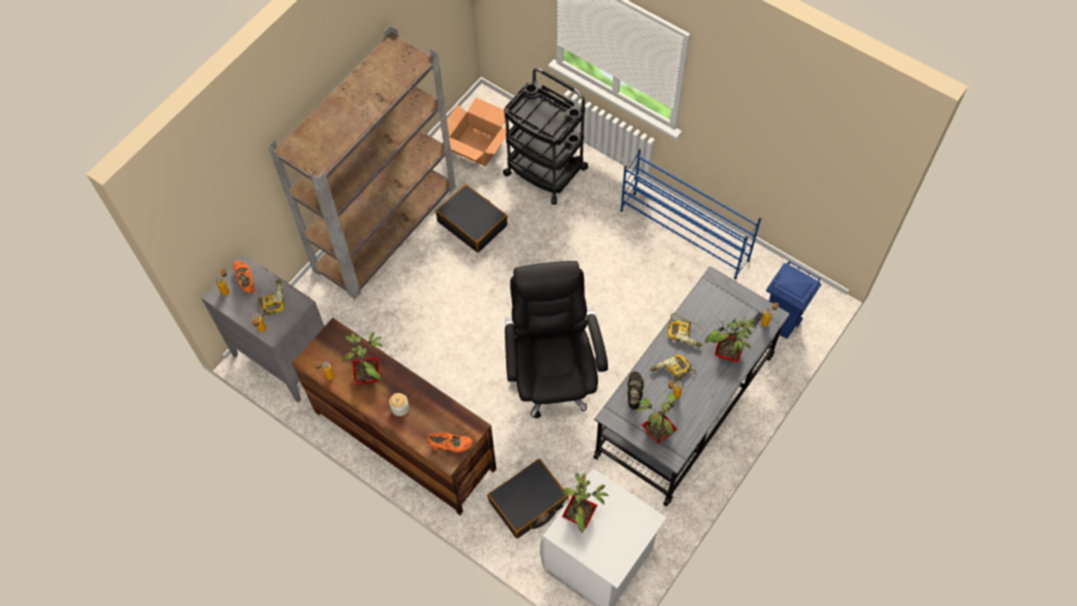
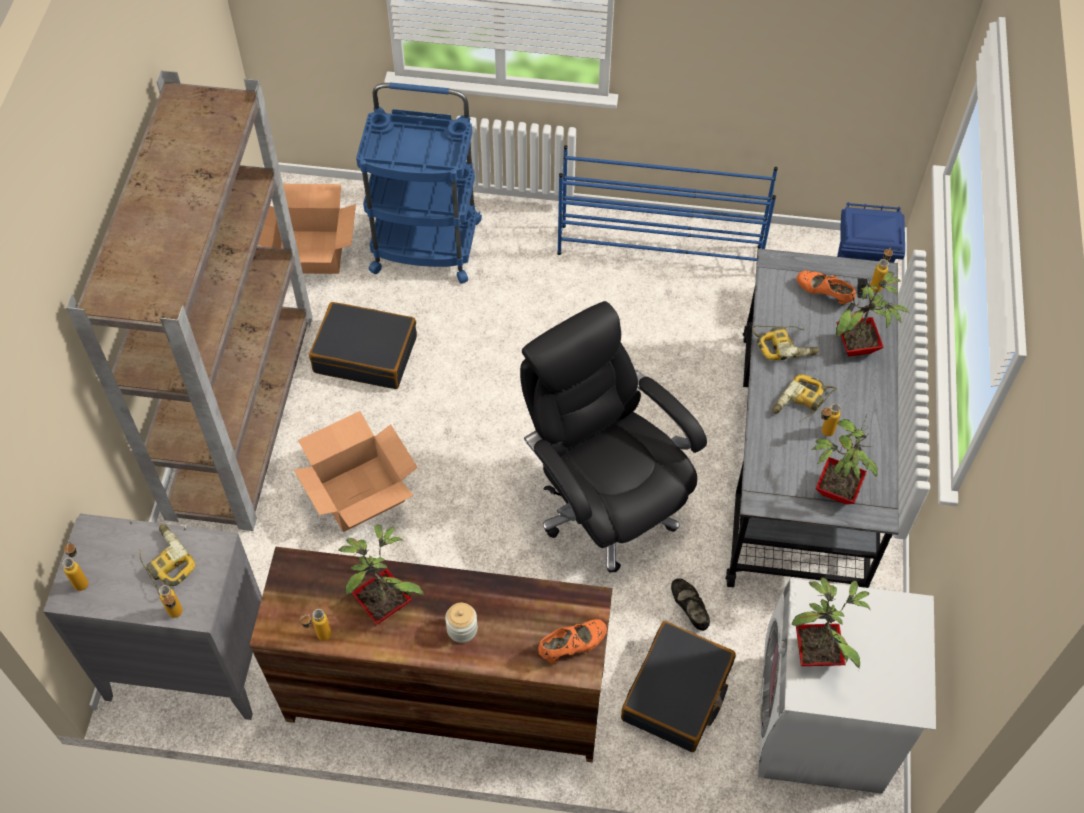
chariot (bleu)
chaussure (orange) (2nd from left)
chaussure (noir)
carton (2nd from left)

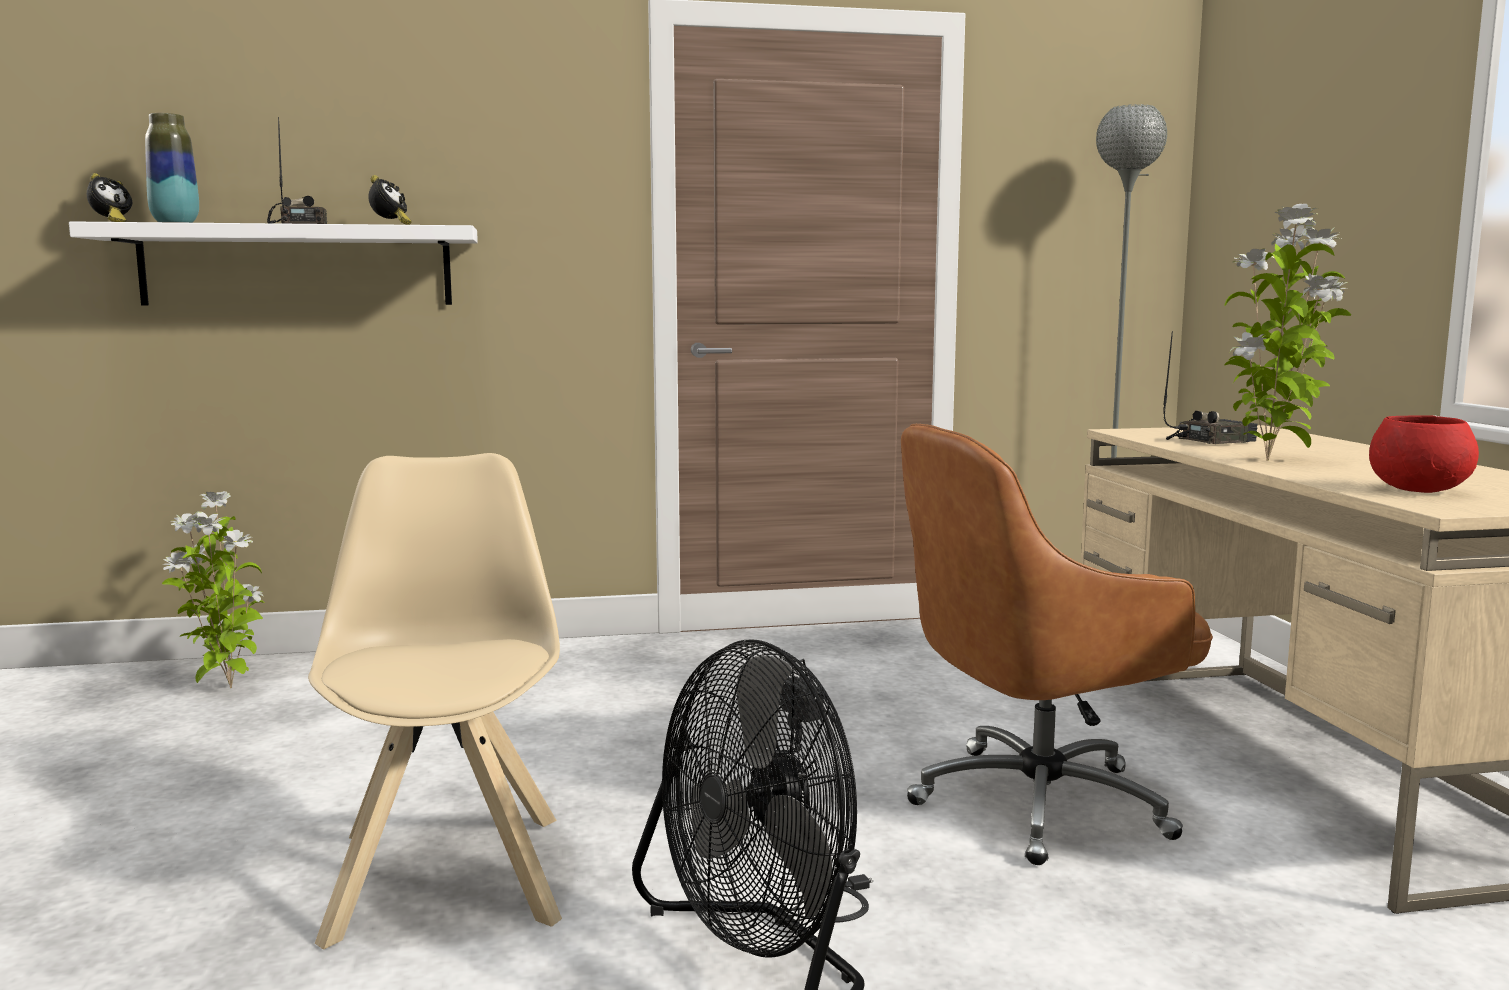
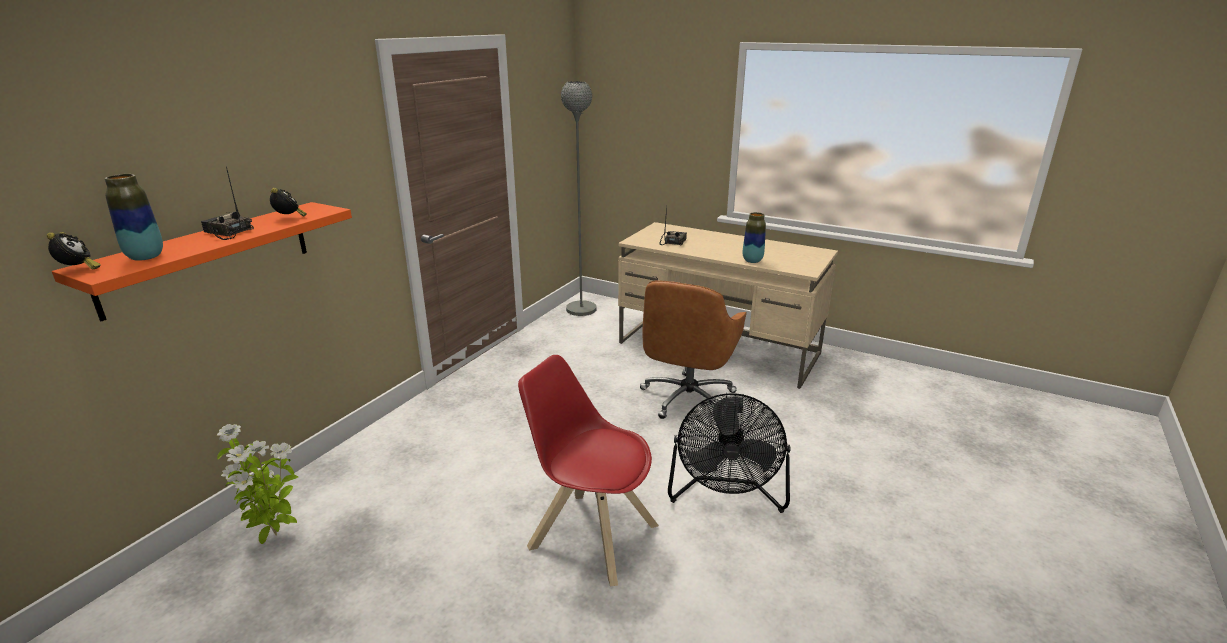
plante en pot (2nd from left in the first image)
étagère (orange)
bol (rouge)
chaise (rouge)
vase (2nd from left)

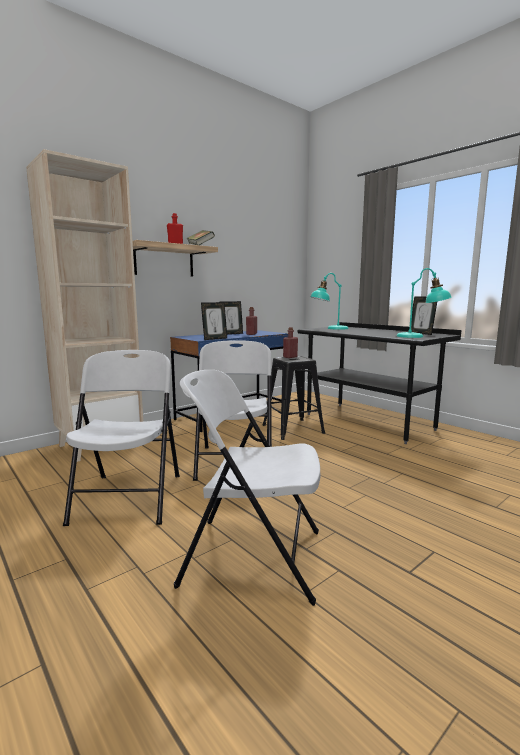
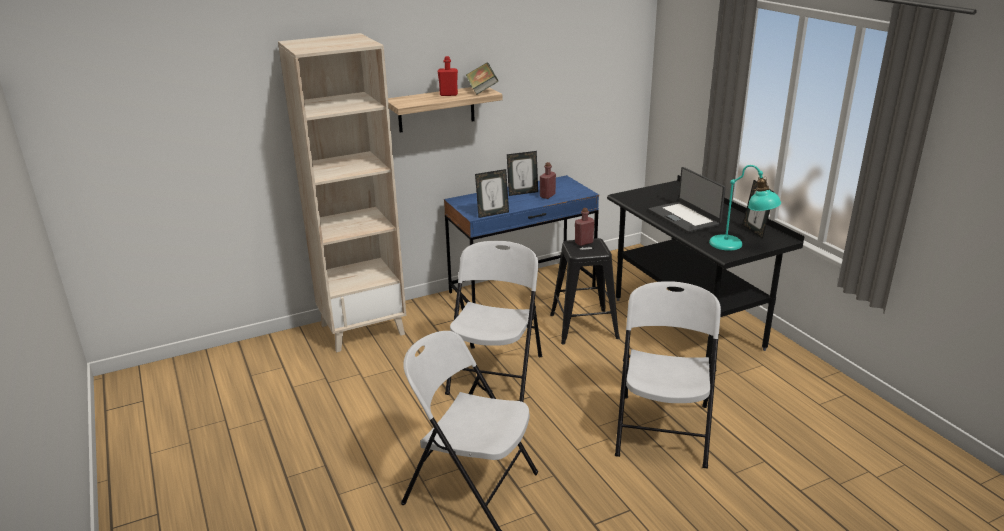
lampe de table (turquoise) (1st from left in the first image)
chaise (blanc) (3rd from left)
ordinateur portable

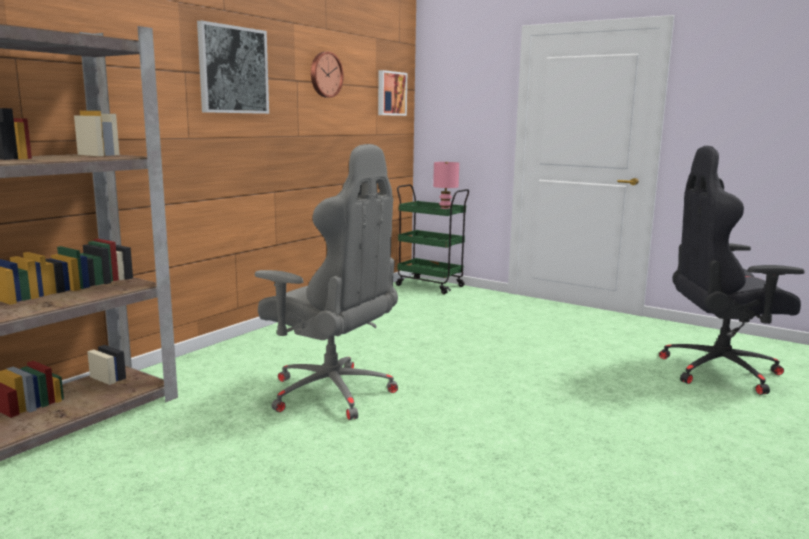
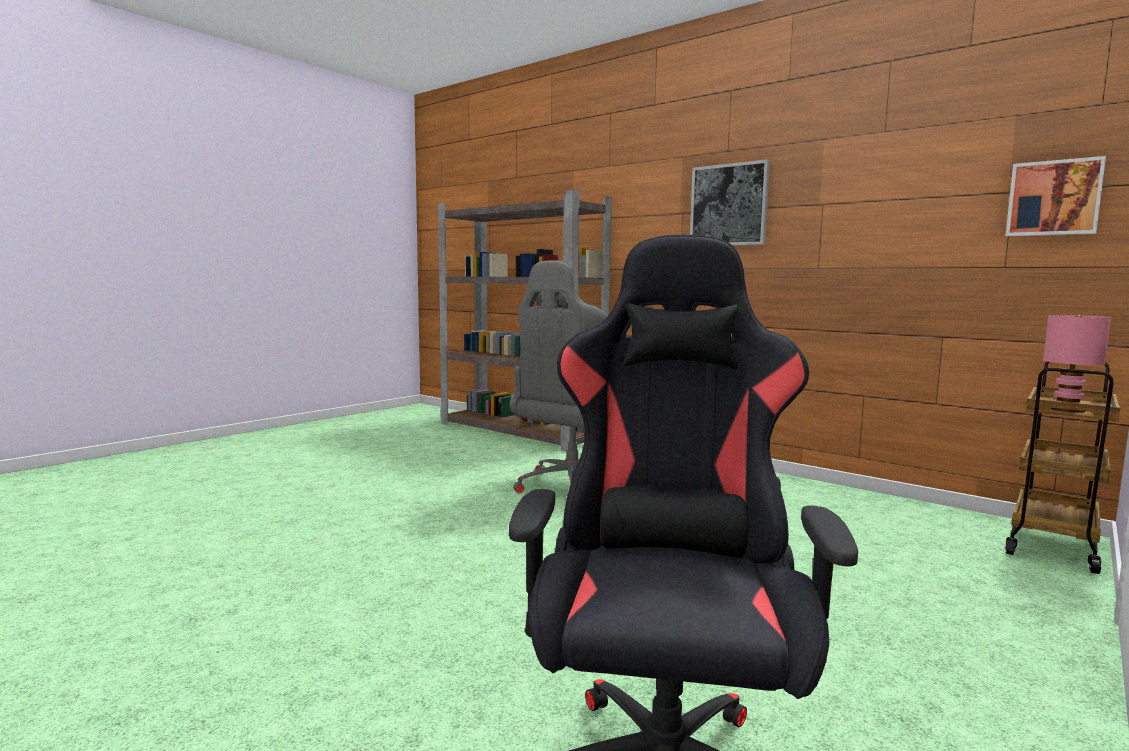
horloge murale
chariot (marron)

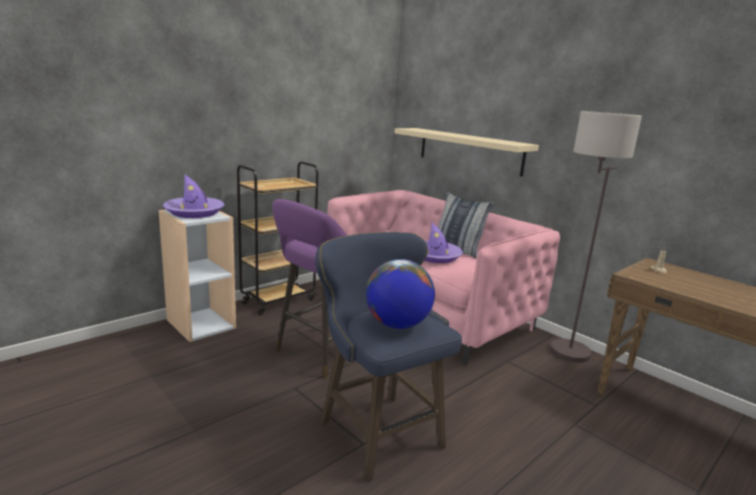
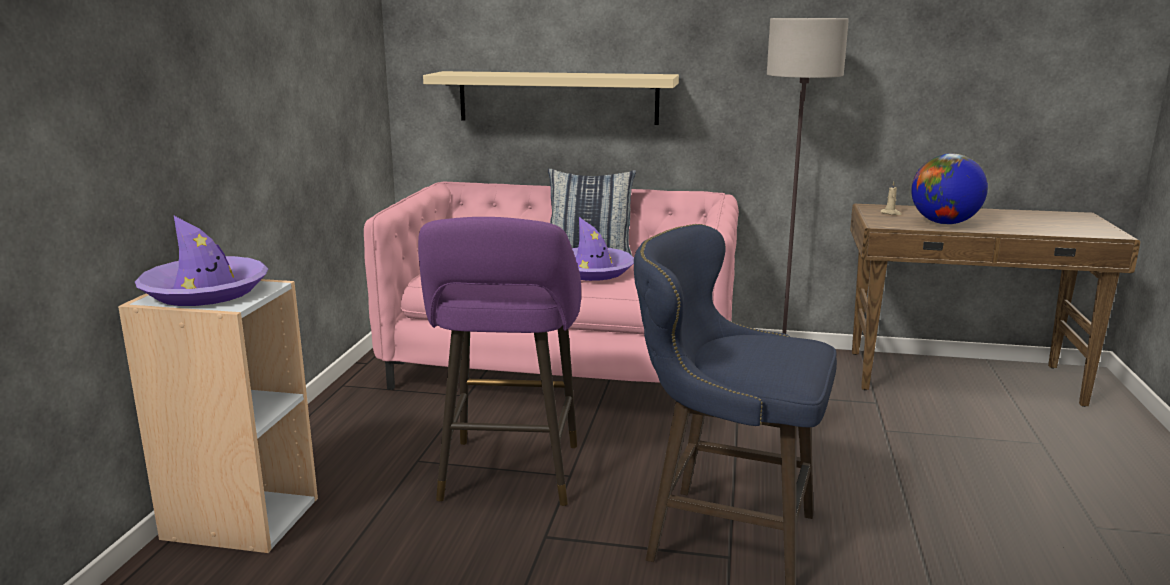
chariot (marron)
globe

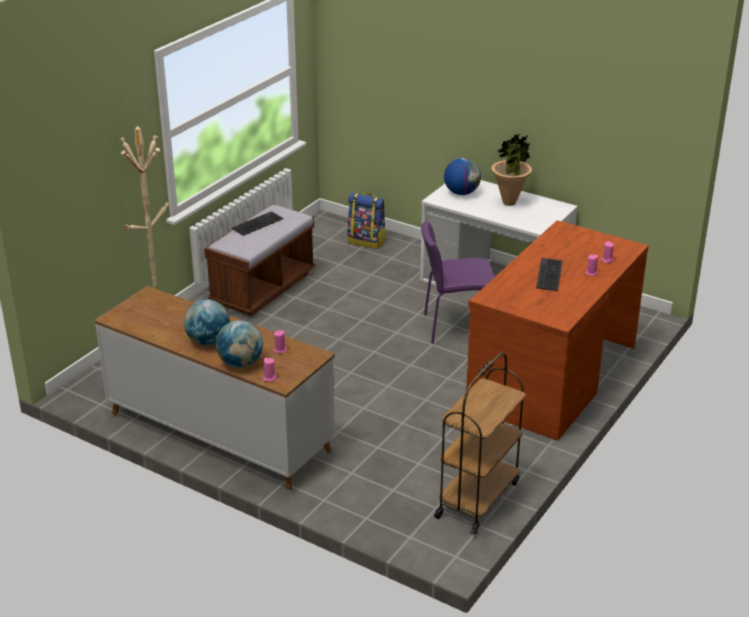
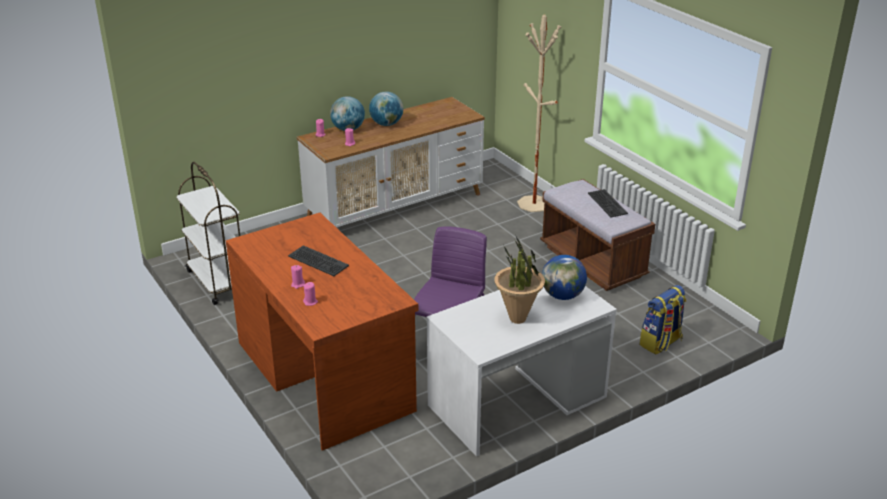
chariot (blanc)

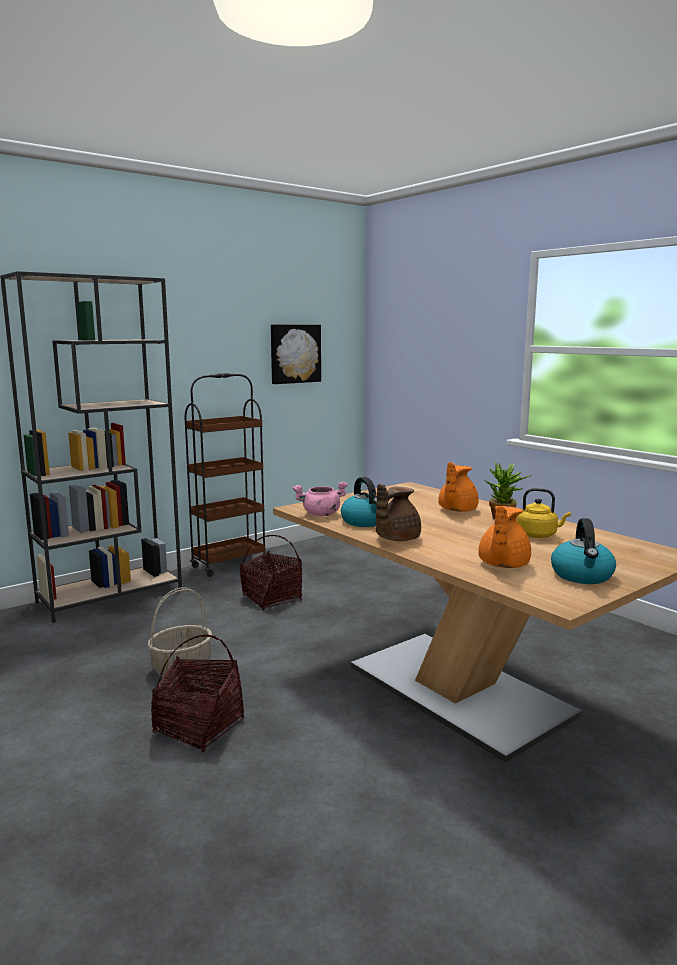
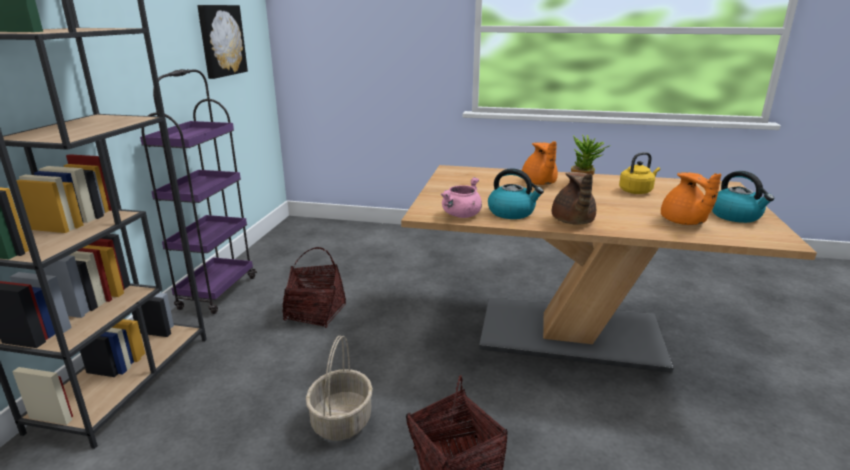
chariot (violet)

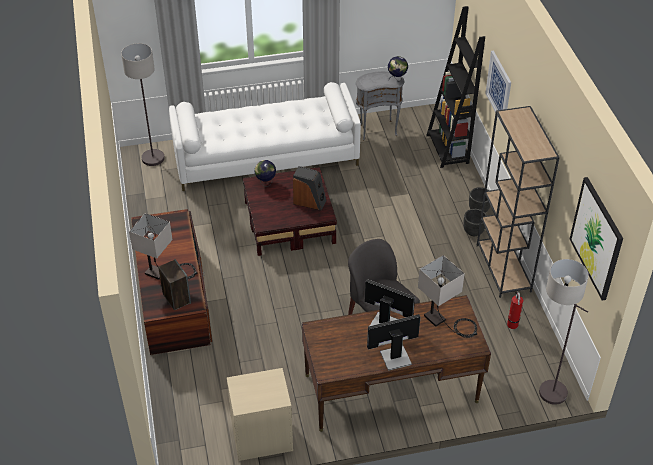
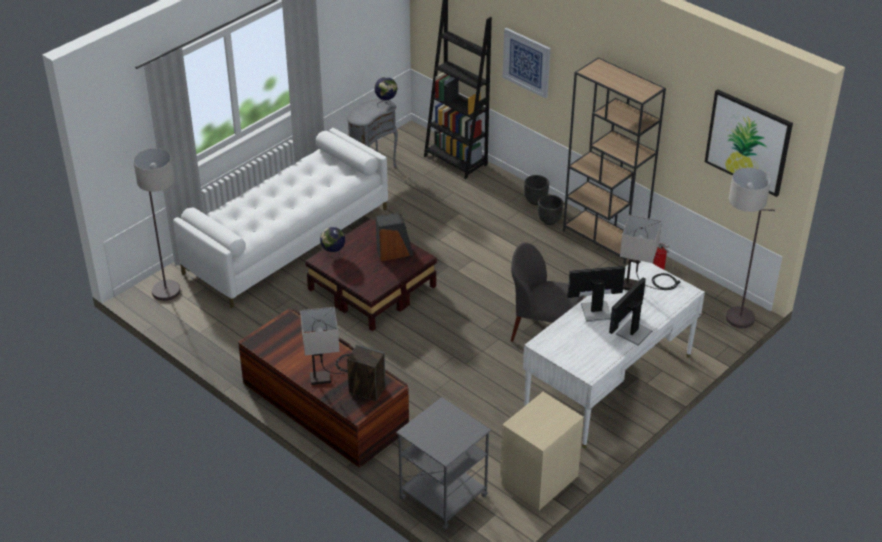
bureau (blanc)
chariot (gris)

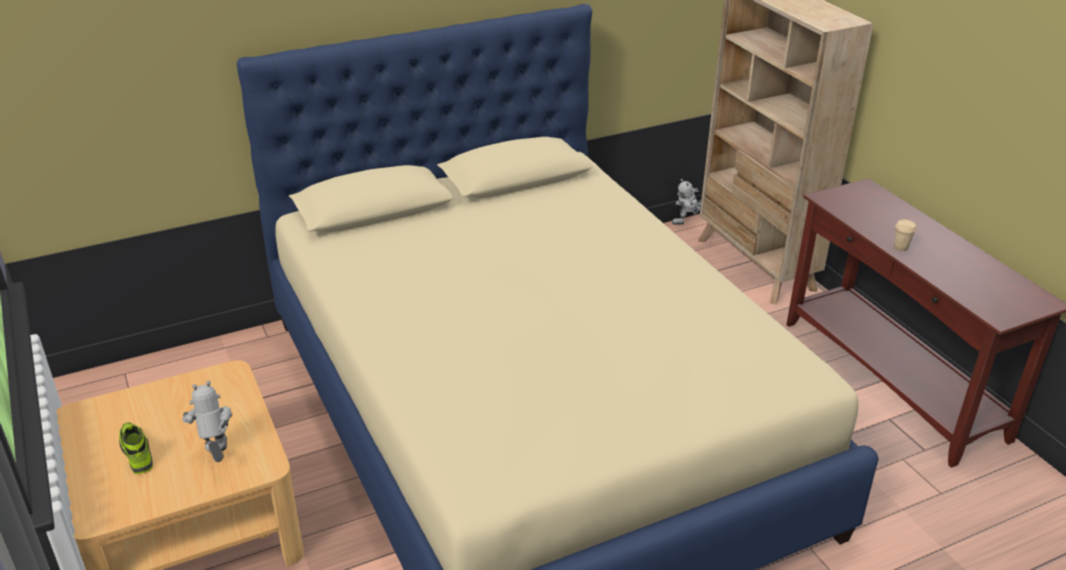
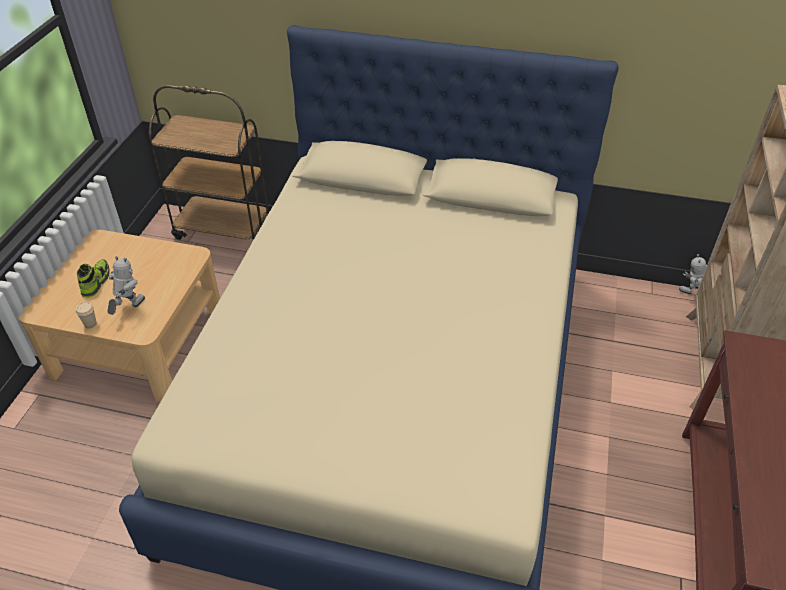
tasse (beige)
chariot (marron)

